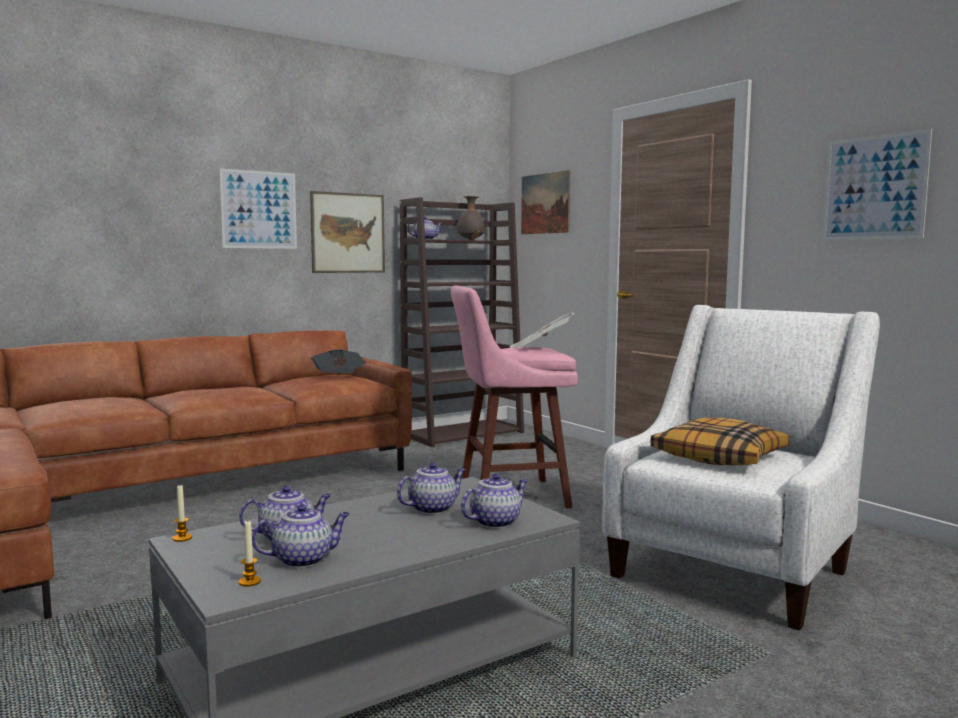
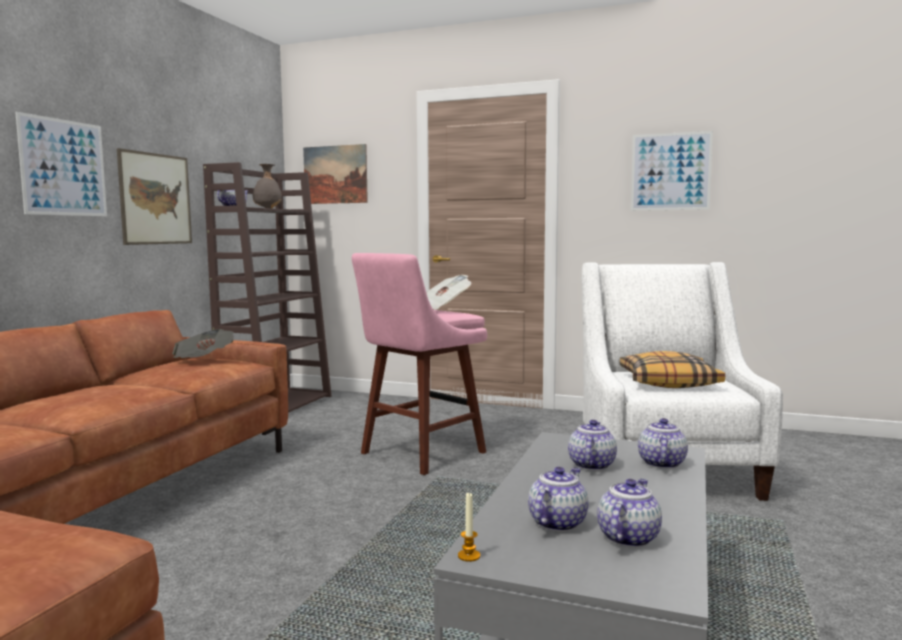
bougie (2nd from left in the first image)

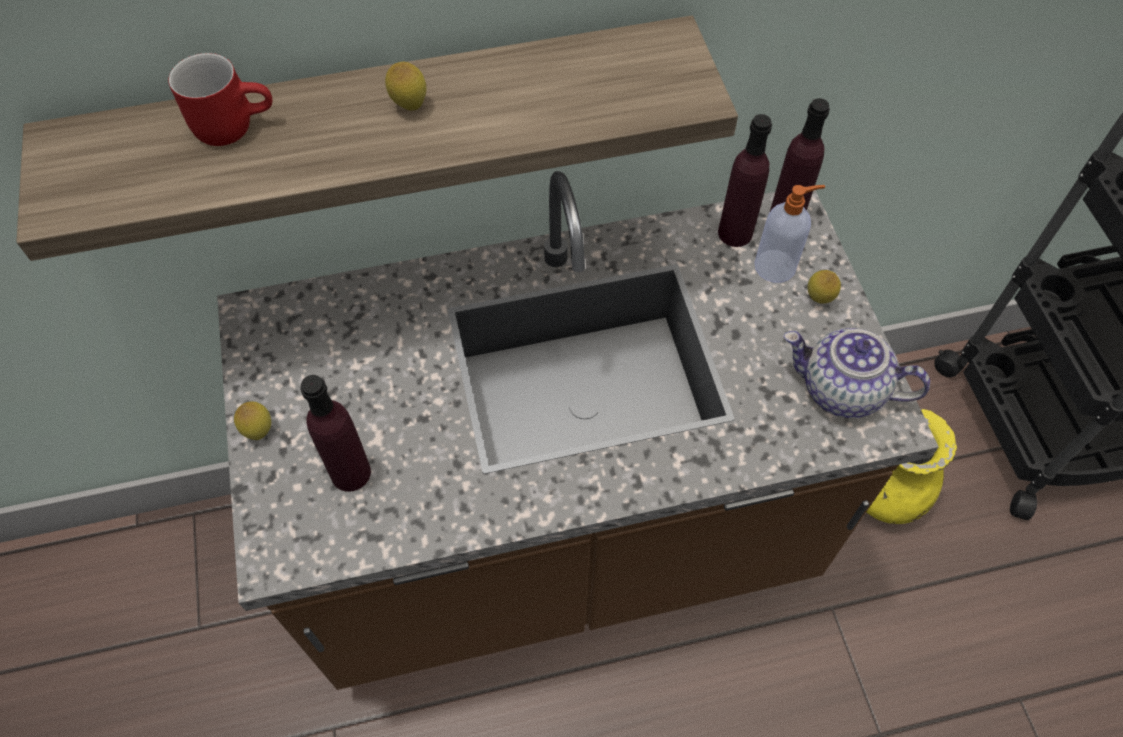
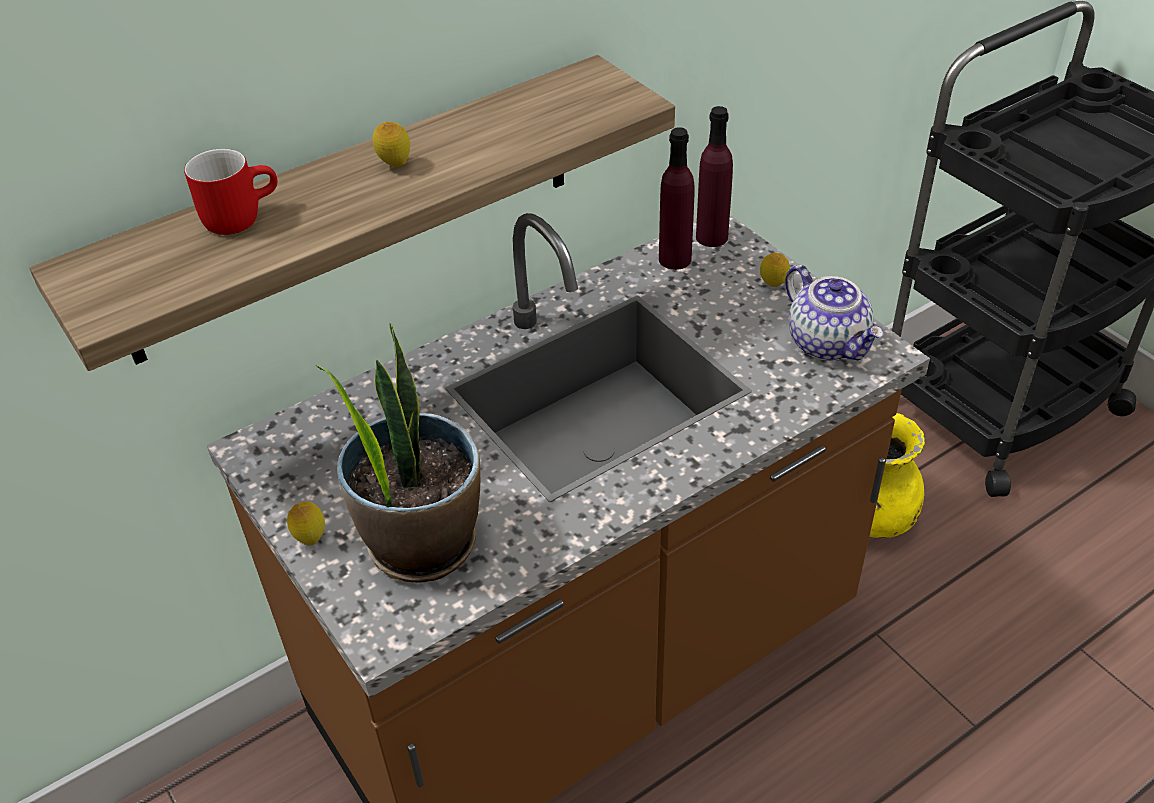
distributeur de savon
théière
plante en pot

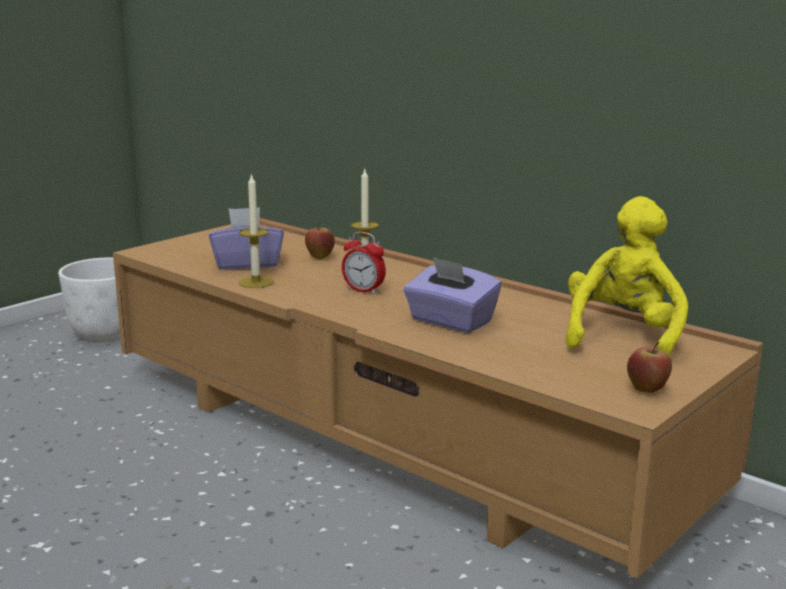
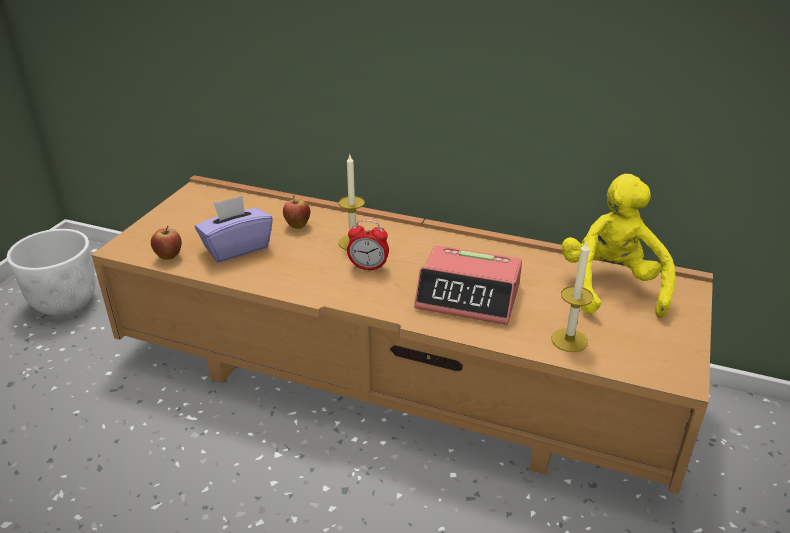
bougie (2nd from left)
réveil (2nd from left)
pomme (1st from left)

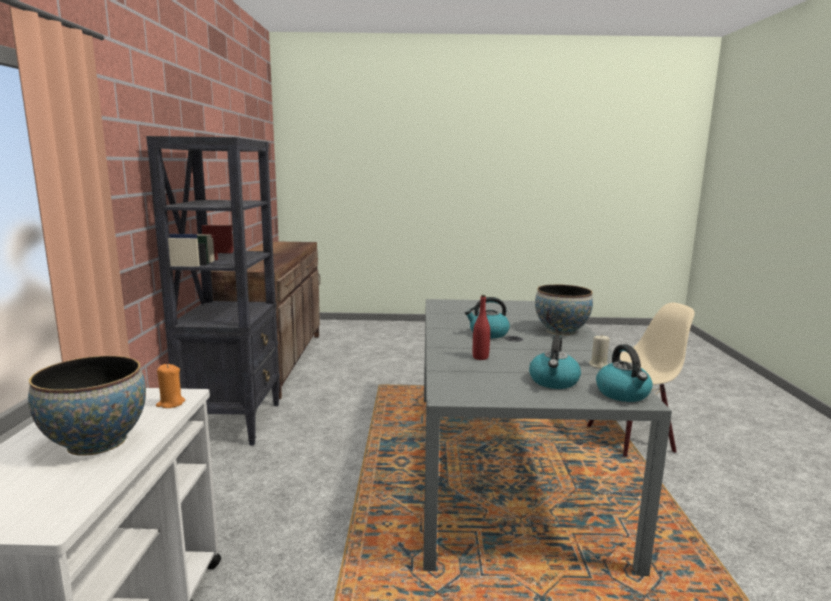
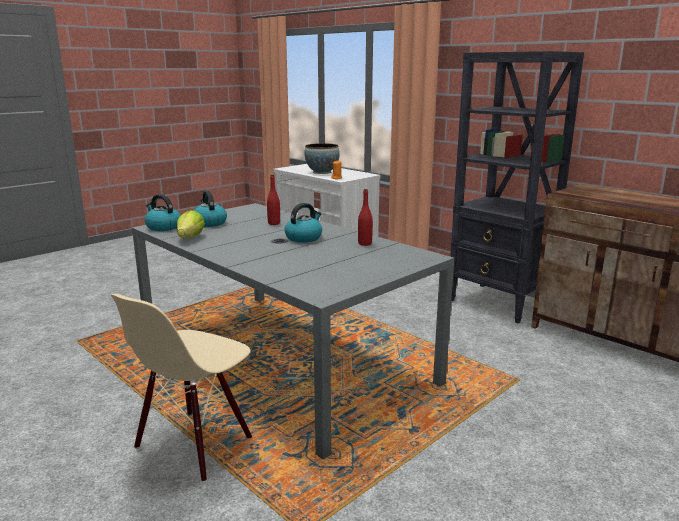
bol (2nd from left in the first image)
laitue
bouteille (rouge) (2nd from left)

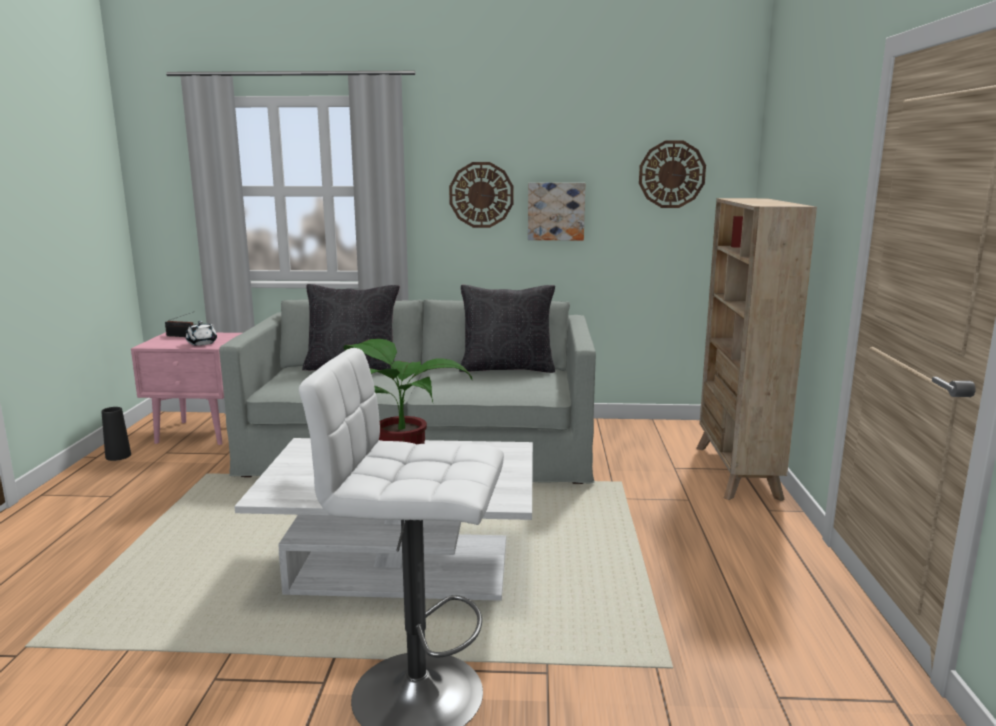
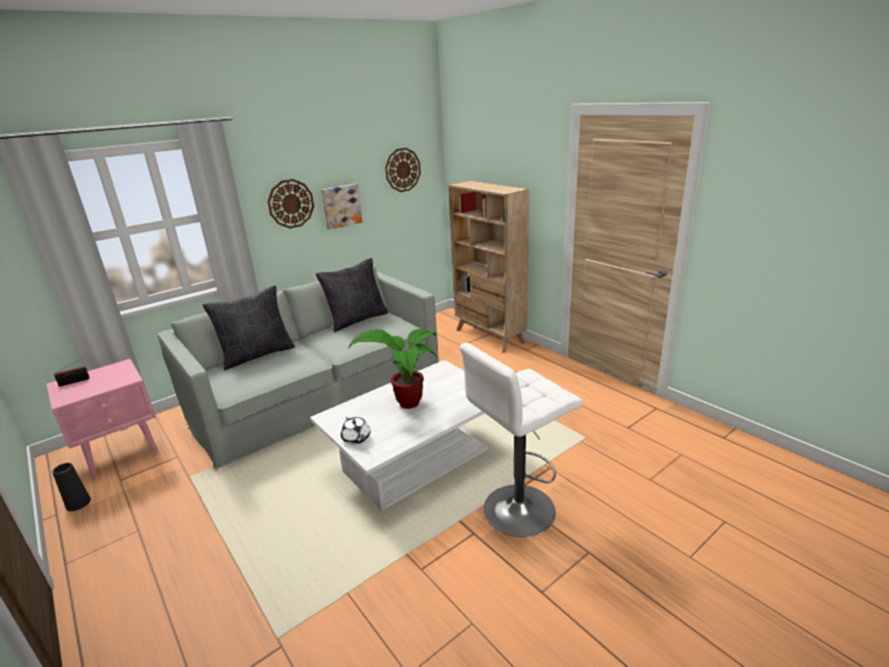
théière (blanc)

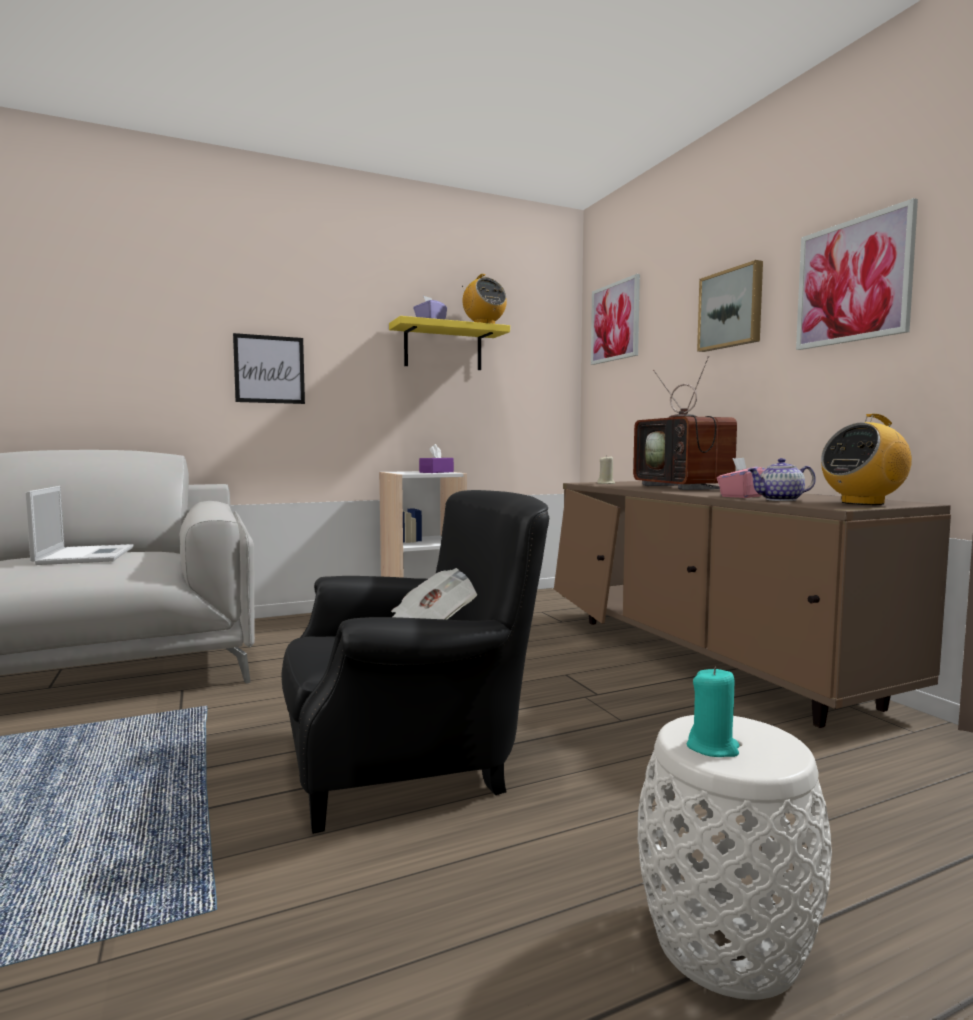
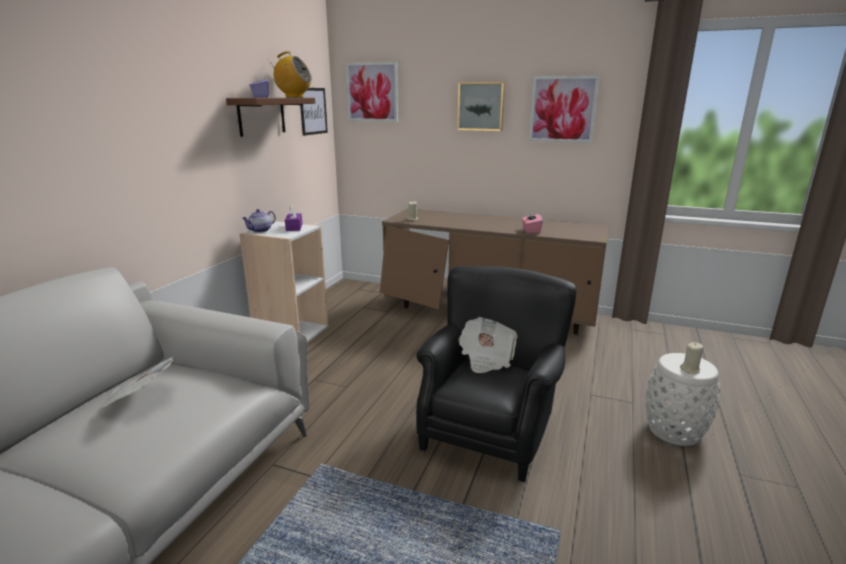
étagère (marron)
tableau (1st from left)
téléviseur
radio (2nd from left in the first image)
théière
journal (1st from left)
bougie (beige) (2nd from left)

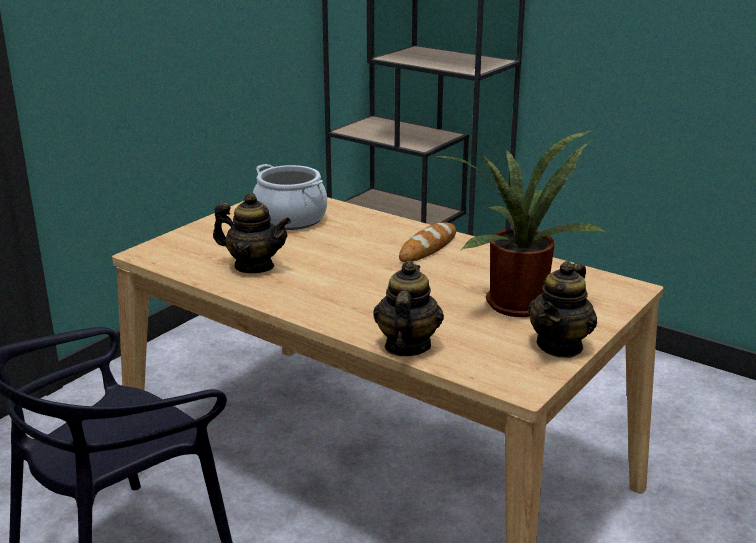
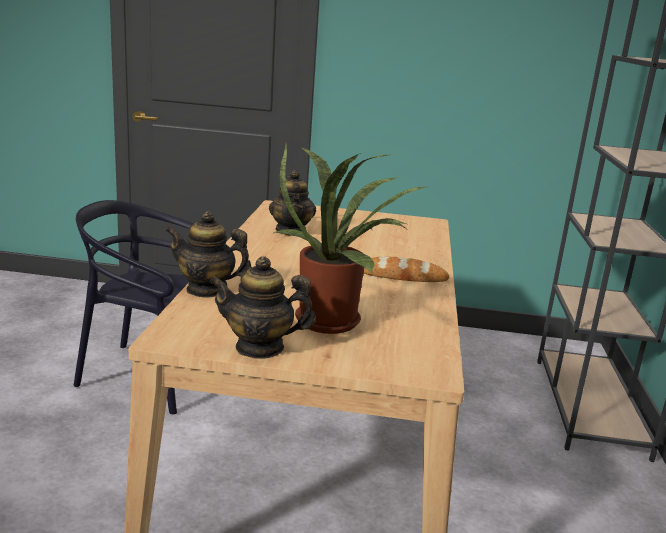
marmite
théière (1st from left)

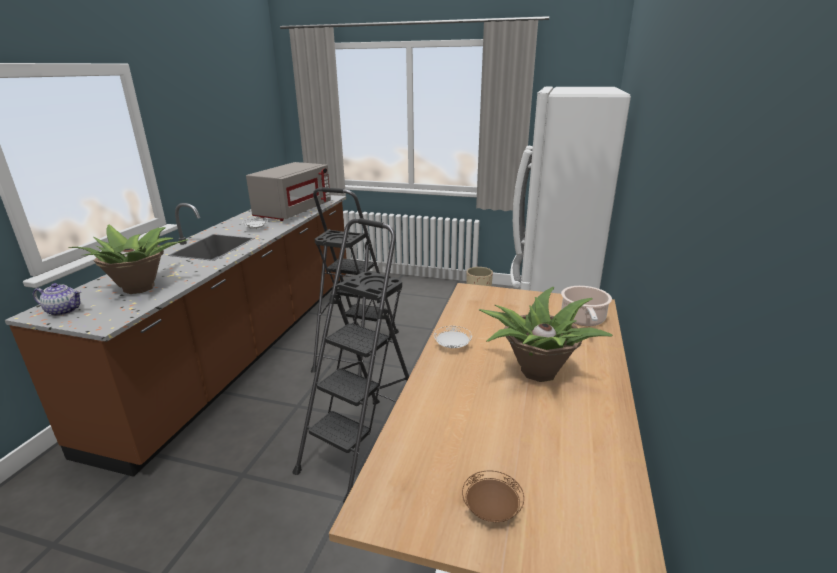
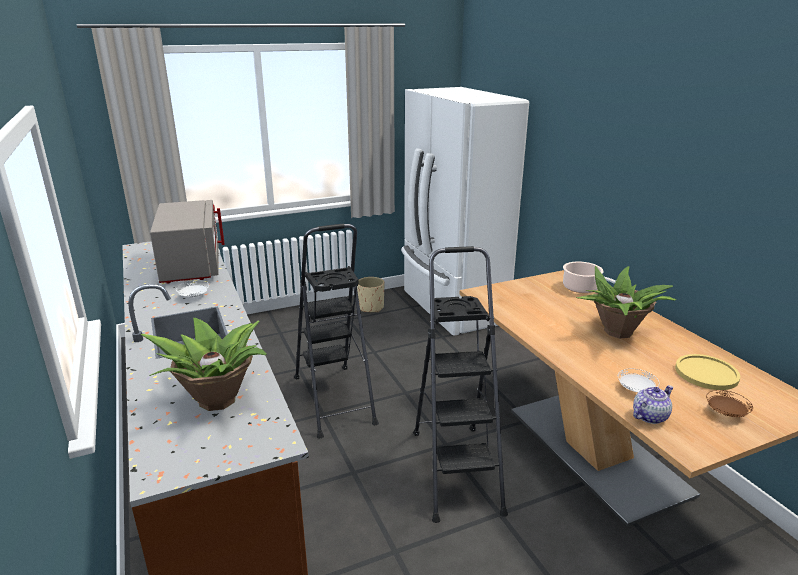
théière
assiette (blanc) (2nd from left)
assiette (jaune)

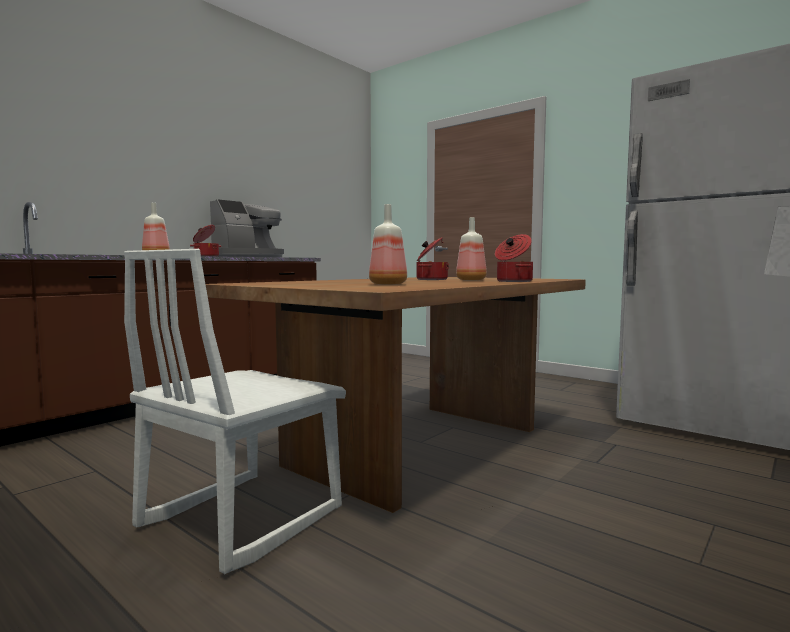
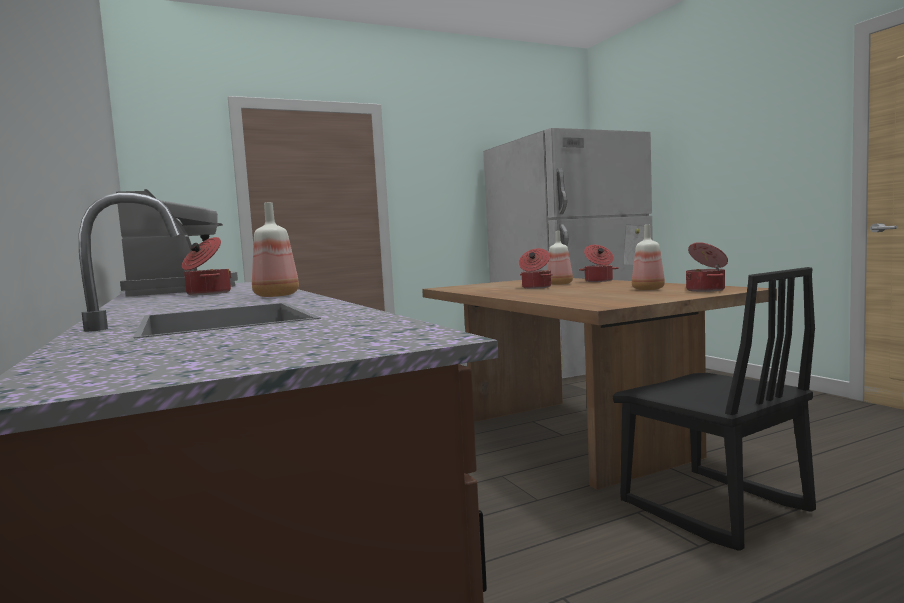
chaise (noir)
marmite (4th from left)

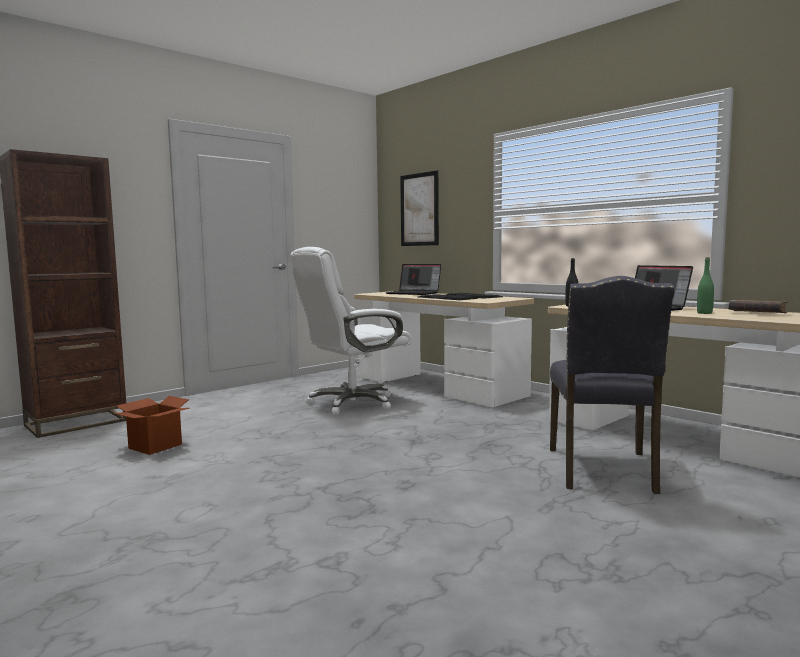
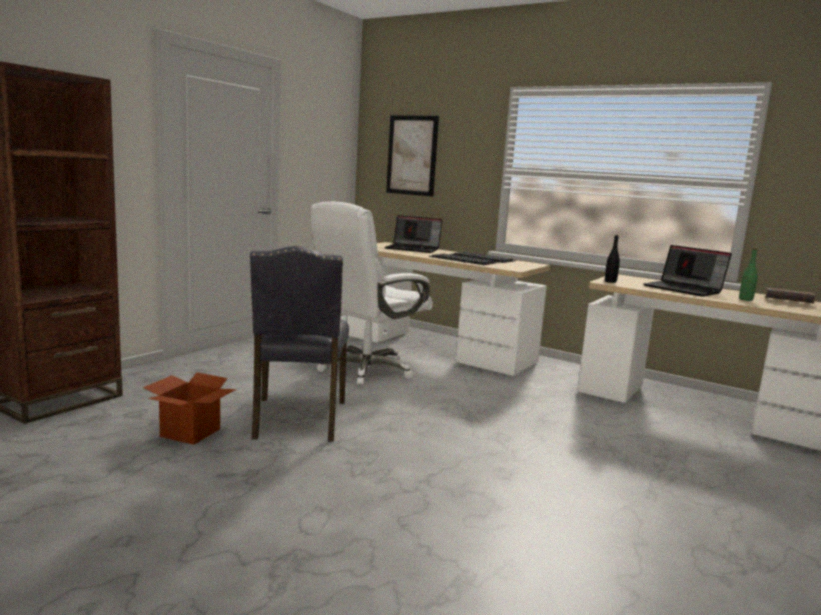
chaise (gris)

